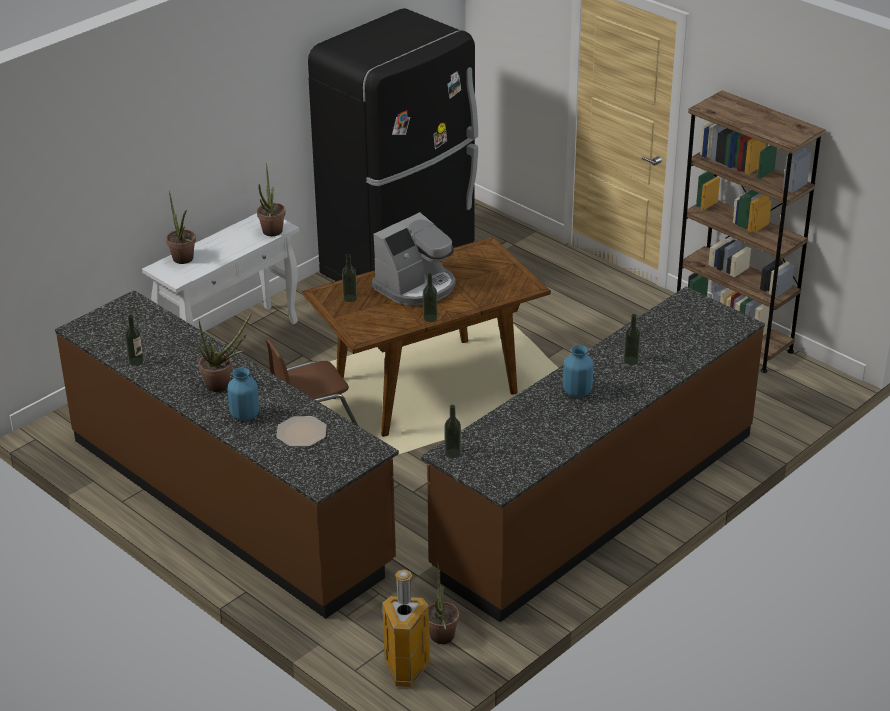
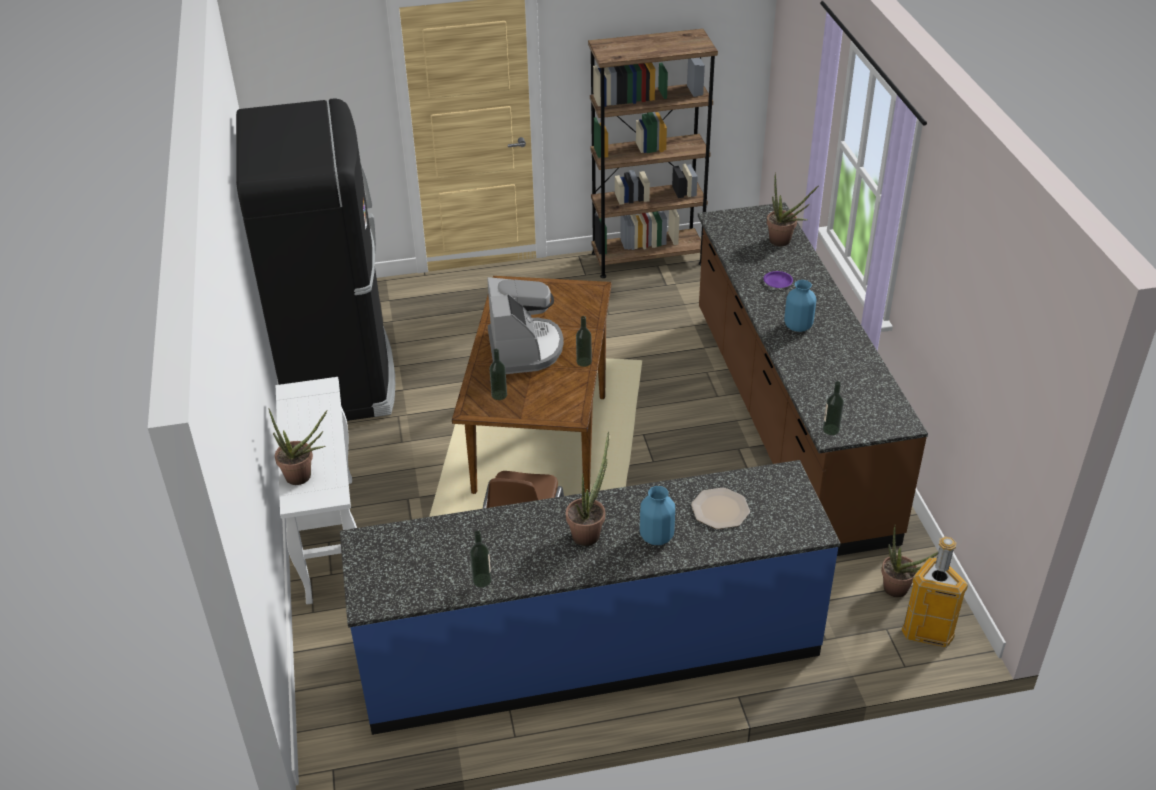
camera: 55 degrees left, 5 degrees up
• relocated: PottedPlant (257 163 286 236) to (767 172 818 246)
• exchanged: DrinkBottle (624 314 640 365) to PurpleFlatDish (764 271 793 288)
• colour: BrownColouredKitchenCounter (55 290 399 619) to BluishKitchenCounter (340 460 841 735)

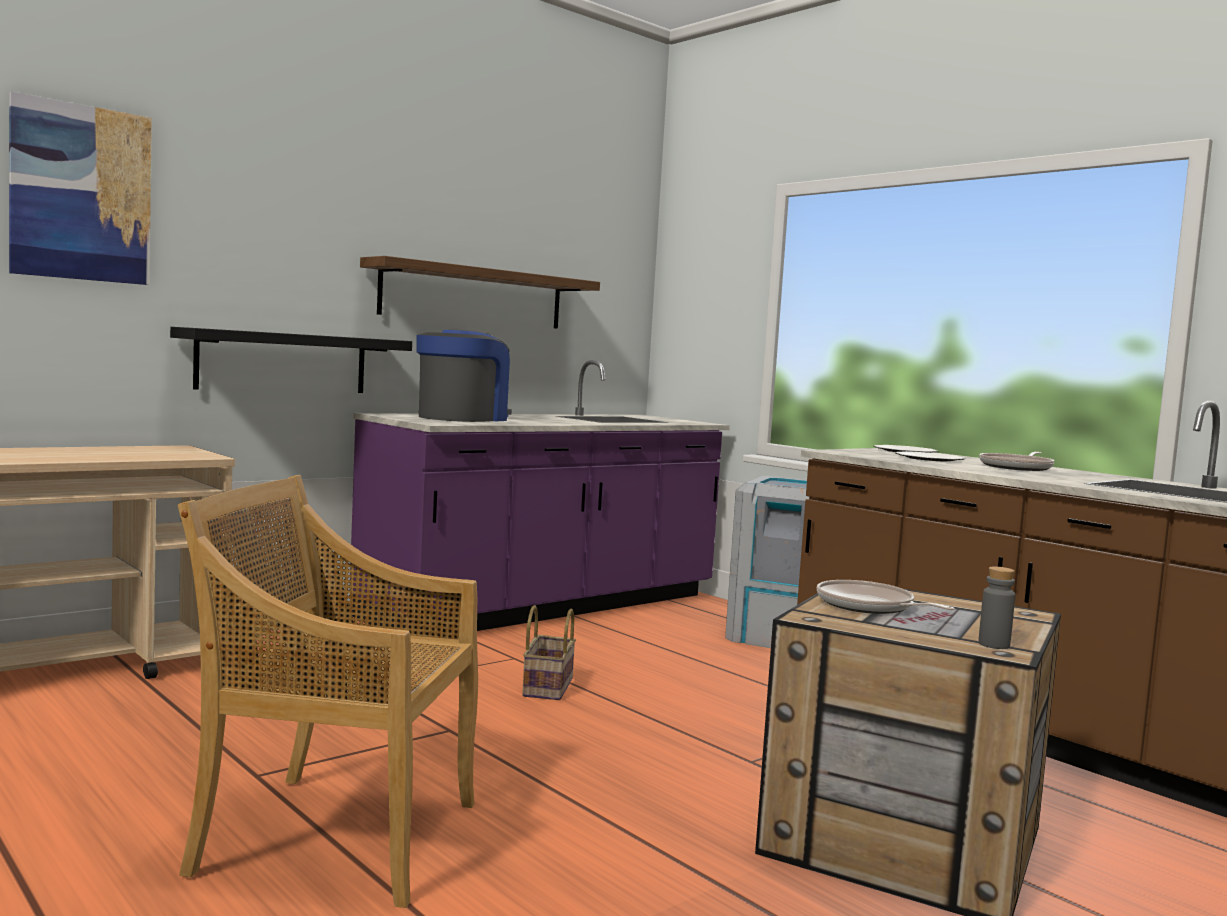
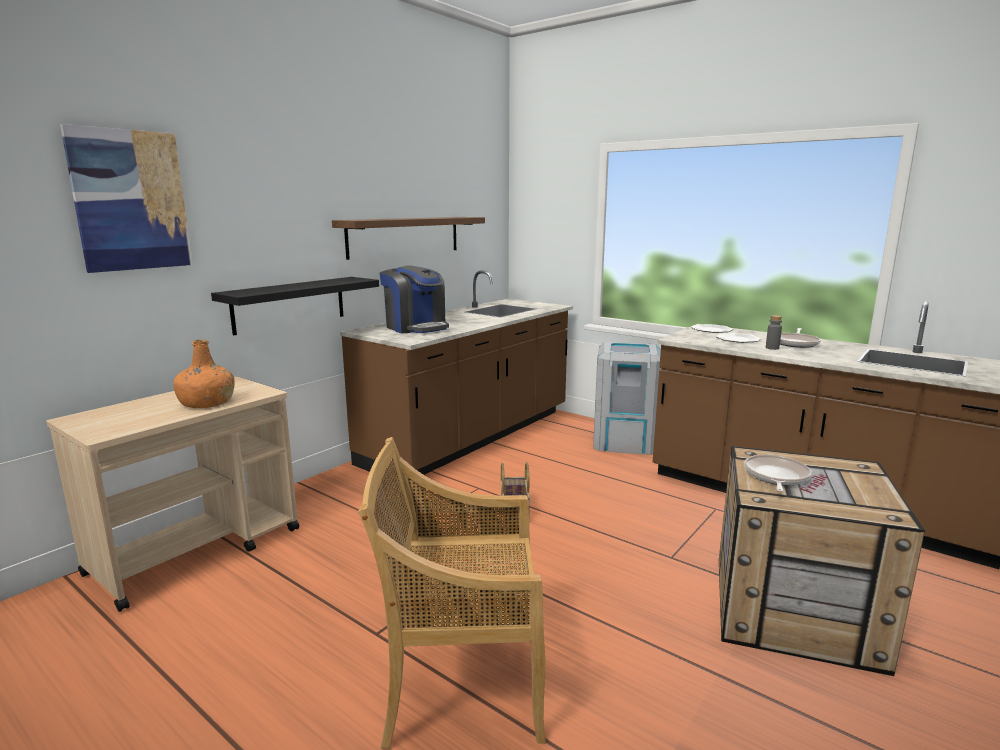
camera: 10 degrees left, 10 degrees up
• appeared: OrangeColouredDrinkBottle (173 340 234 408)
• relocated: GrayDrinkBottle (978 567 1015 649) to (766 315 782 350)
• colour: PurpleKitchenCounter (350 360 730 636) to BrownColouredKitchenCounter (340 270 573 475)
• spun: CoffeeBrewer (416 328 512 422) = (380 265 449 333) 120 degrees clockwise
• spun: Pan (817 580 955 614) = (745 454 812 492) 75 degrees clockwise

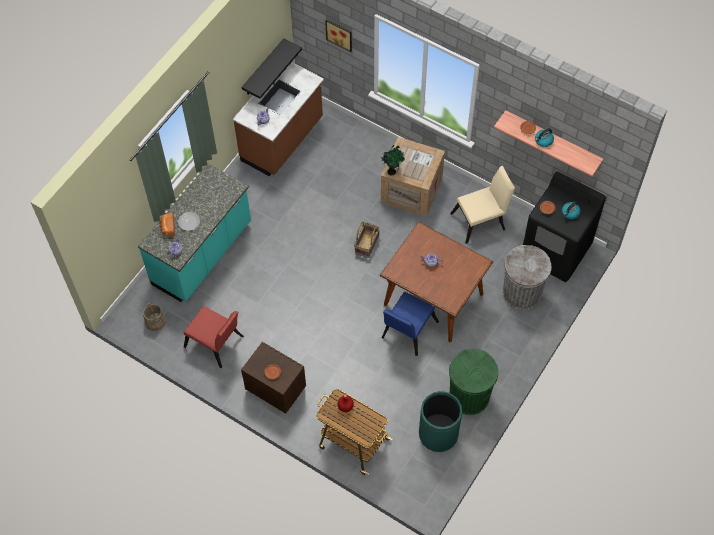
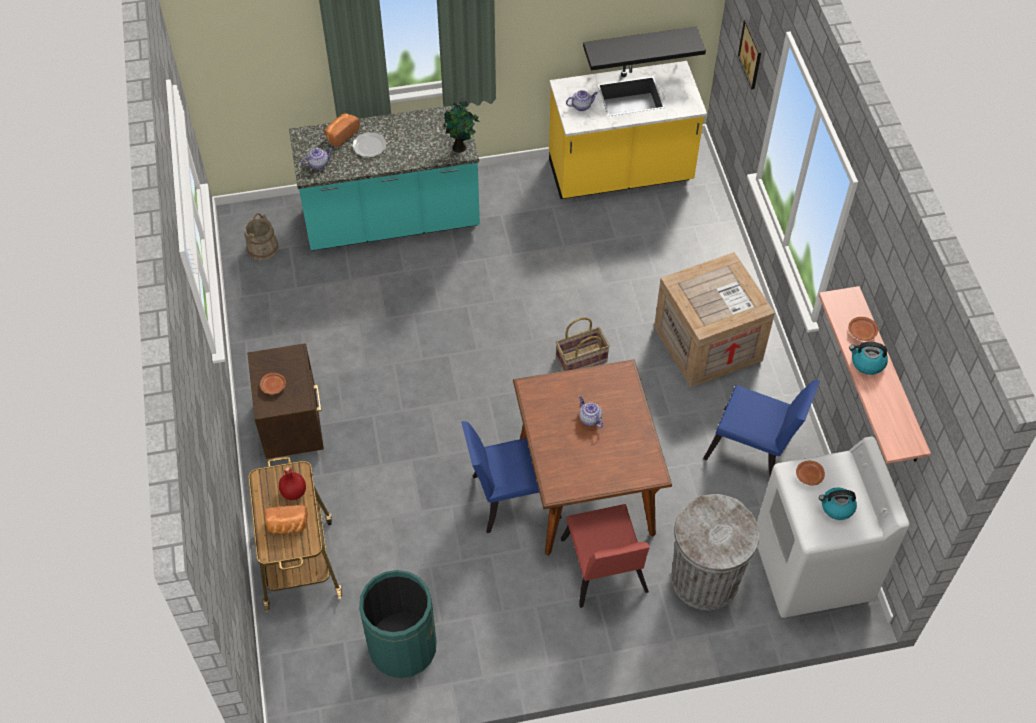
camera: 45 degrees right, 5 degrees down
• missing: GreenRubbishBin (449 349 498 415)
• appeared: BakeryBread (264 505 308 534)
• relocated: RedColouredPlainChair (184 306 244 368) to (561 504 650 608)
• relocated: PottedPlant (381 145 405 175) to (442 99 480 153)
• colour: BrownColouredKitchenCounter (233 62 324 176) to YellowishKitchenCounter (549 61 707 199)
• colour: SandColouredPlainChair (450 166 515 244) to BluishPlainChair (703 380 820 476)
• colour: BlackColouredLaundryAppliance (523 172 606 282) to WhitishLaundryAppliance (757 437 909 618)

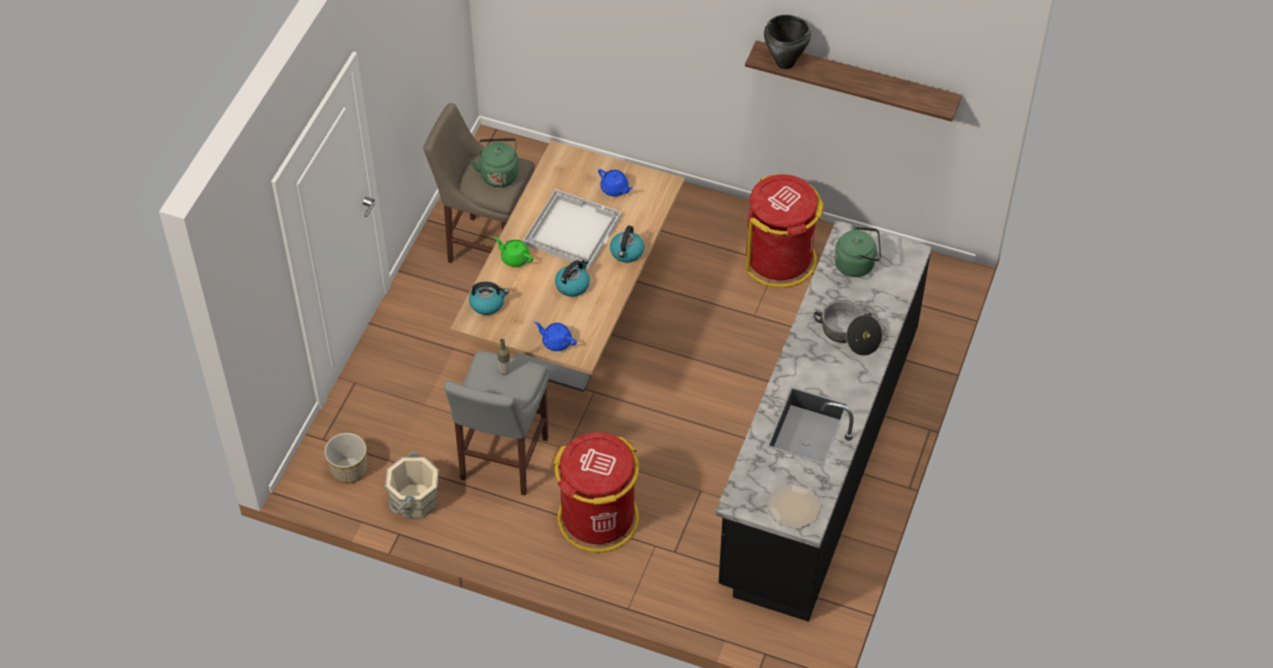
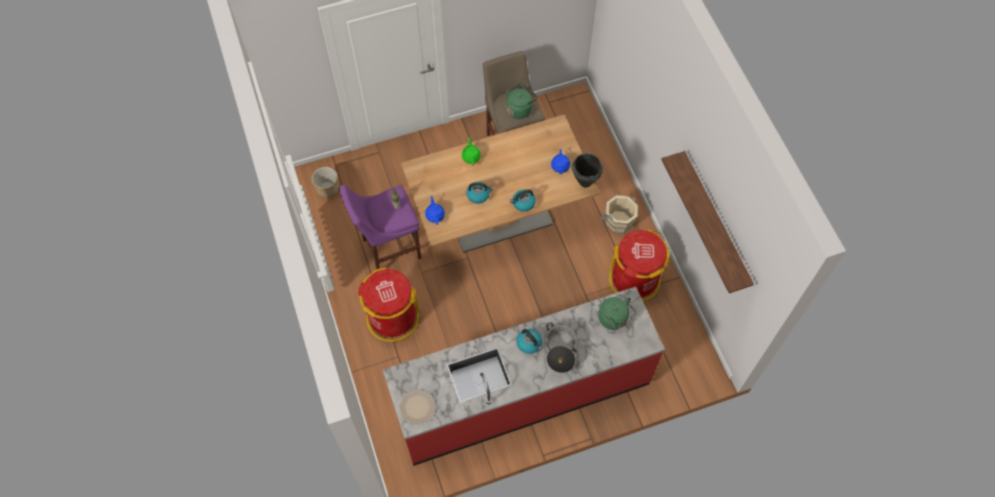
camera: 50 degrees right, 10 degrees up
• missing: WhitishServingTray (523 189 622 268)
• relocated: SandColouredPail (385 452 439 519) to (600 195 638 234)
• relocated: Kettle (469 282 509 315) to (516 329 542 354)
• relocated: BlackColouredSaucepot (764 15 811 69) to (572 153 603 187)
• colour: GrayStoolSeat (444 350 549 496) to PurpleStoolSeat (339 185 421 269)
• colour: BlackColouredKitchenCounter (715 220 932 622) to RedColouredKitchenCounter (383 287 665 466)

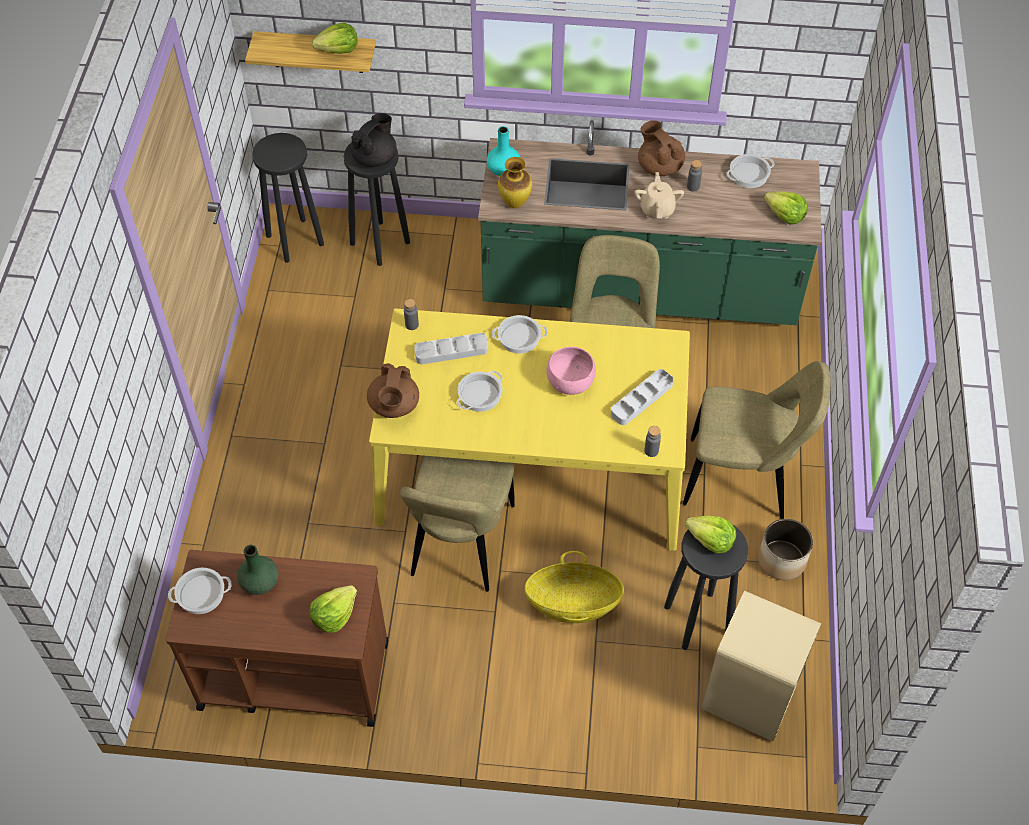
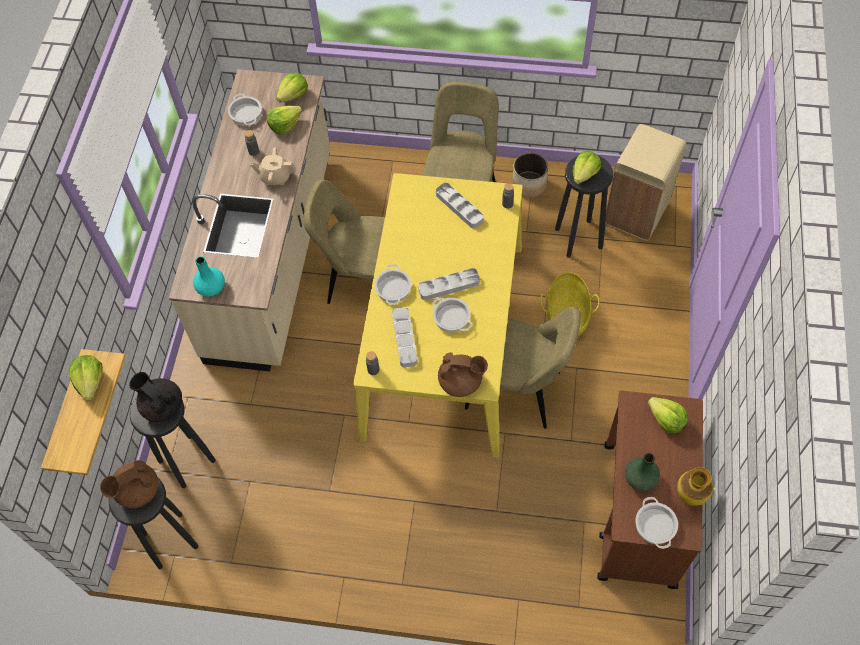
camera: 85 degrees left, 5 degrees up
• missing: PinkColouredServingBowl (546 347 596 395)
• appeared: Lettuce (267 105 302 135)
• appeared: GrayServingTray (418 268 480 300)
• relocated: DecorativeVase (498 157 532 208) to (677 467 713 506)
• relocated: BrownColouredPotForTea (638 120 685 176) to (100 460 158 509)
• colour: GreenKitchenCounter (478 120 822 325) to SandColouredKitchenCounter (169 69 331 371)

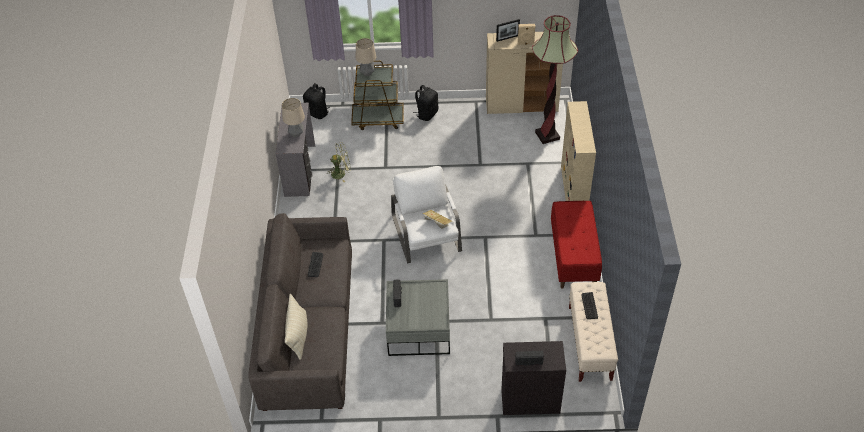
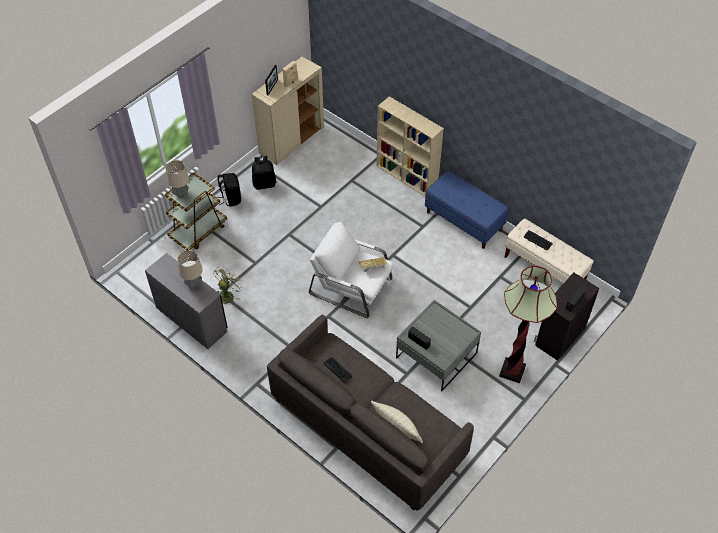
camera: 50 degrees left, 5 degrees up
• relocated: BlackColouredBackpack (303 83 330 119) to (252 156 276 190)
• relocated: FloorLamp (532 15 578 144) to (499 265 558 383)
• colour: RedColouredLongSeat (551 201 602 289) to BluishLongSeat (425 171 509 249)

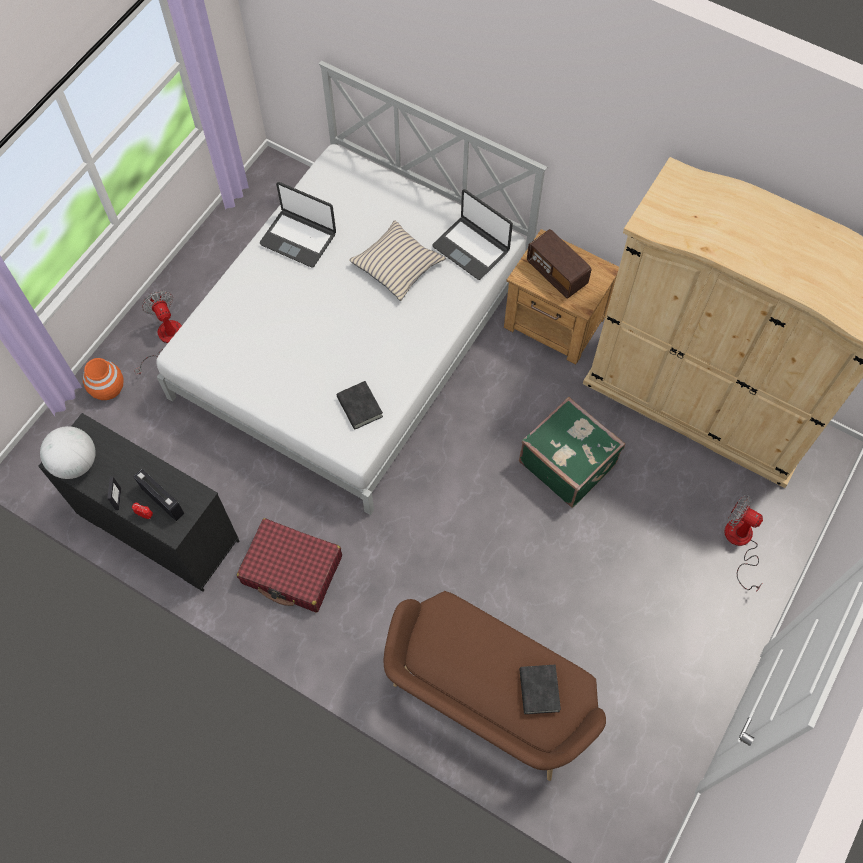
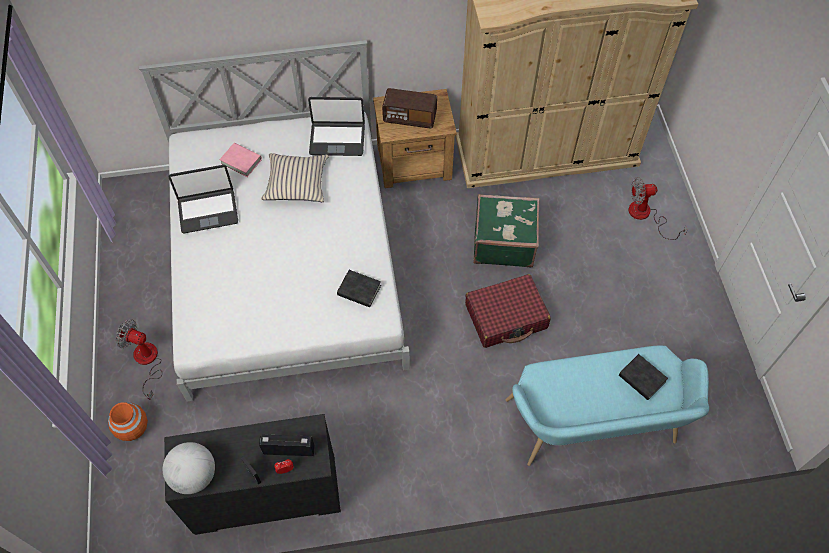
camera: 40 degrees left, 5 degrees down
• appeared: PinkColouredBoundBook (219 143 262 177)
• relocated: RedColouredSuitcase (237 518 342 612) to (465 274 551 348)
• colour: BrownColouredLongSeat (384 591 606 781) to BlueGreenLongSeat (506 345 709 466)

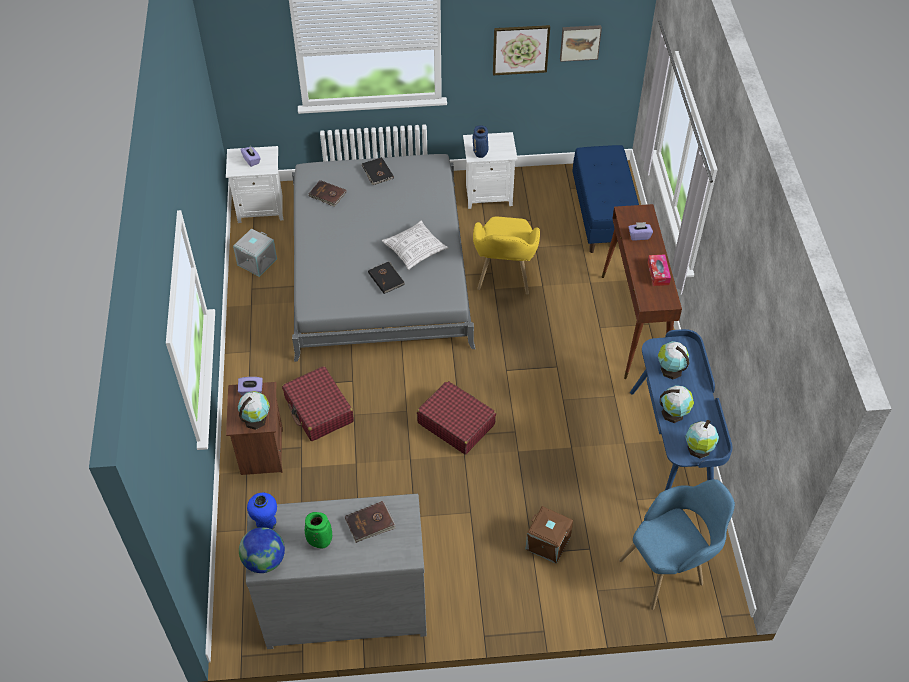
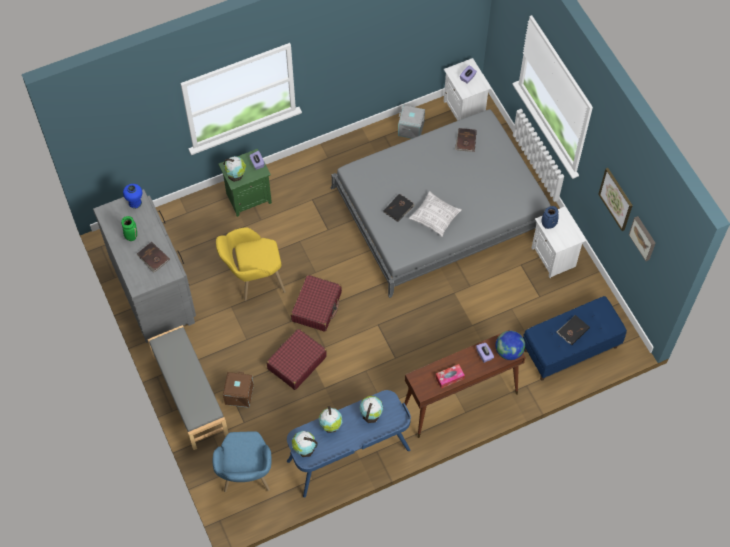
camera: 70 degrees right, 10 degrees up
• appeared: GrayLongSeat (147 325 228 450)
• relocated: WorldGlobe (239 527 285 573) to (496 331 525 360)
• relocated: RedColouredSuitcase (282 366 354 441) to (267 329 327 390)
• relocated: BlackColouredBoundBook (362 157 394 185) to (556 315 590 345)
• relocated: YellowishLoungeChair (473 216 540 295) to (216 227 286 301)
• colour: BrownColouredNightTable (226 382 283 475) to GreenNightTable (218 149 272 217)
• spun: BluishLoungeChair (619 479 735 610) = (213 431 272 492) 45 degrees clockwise

